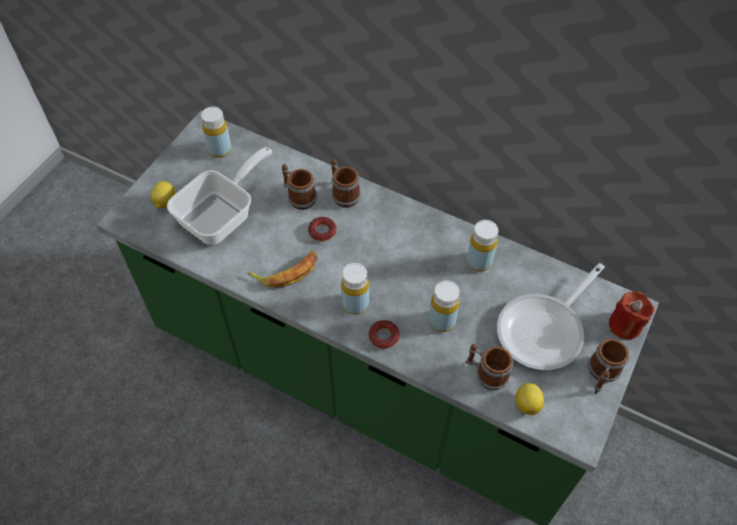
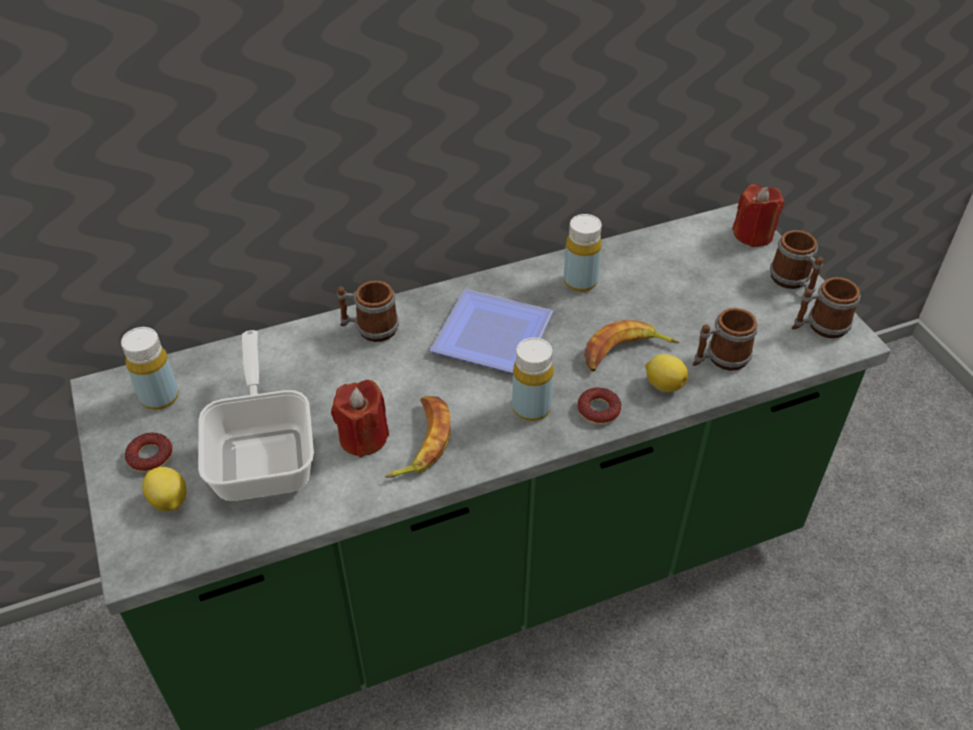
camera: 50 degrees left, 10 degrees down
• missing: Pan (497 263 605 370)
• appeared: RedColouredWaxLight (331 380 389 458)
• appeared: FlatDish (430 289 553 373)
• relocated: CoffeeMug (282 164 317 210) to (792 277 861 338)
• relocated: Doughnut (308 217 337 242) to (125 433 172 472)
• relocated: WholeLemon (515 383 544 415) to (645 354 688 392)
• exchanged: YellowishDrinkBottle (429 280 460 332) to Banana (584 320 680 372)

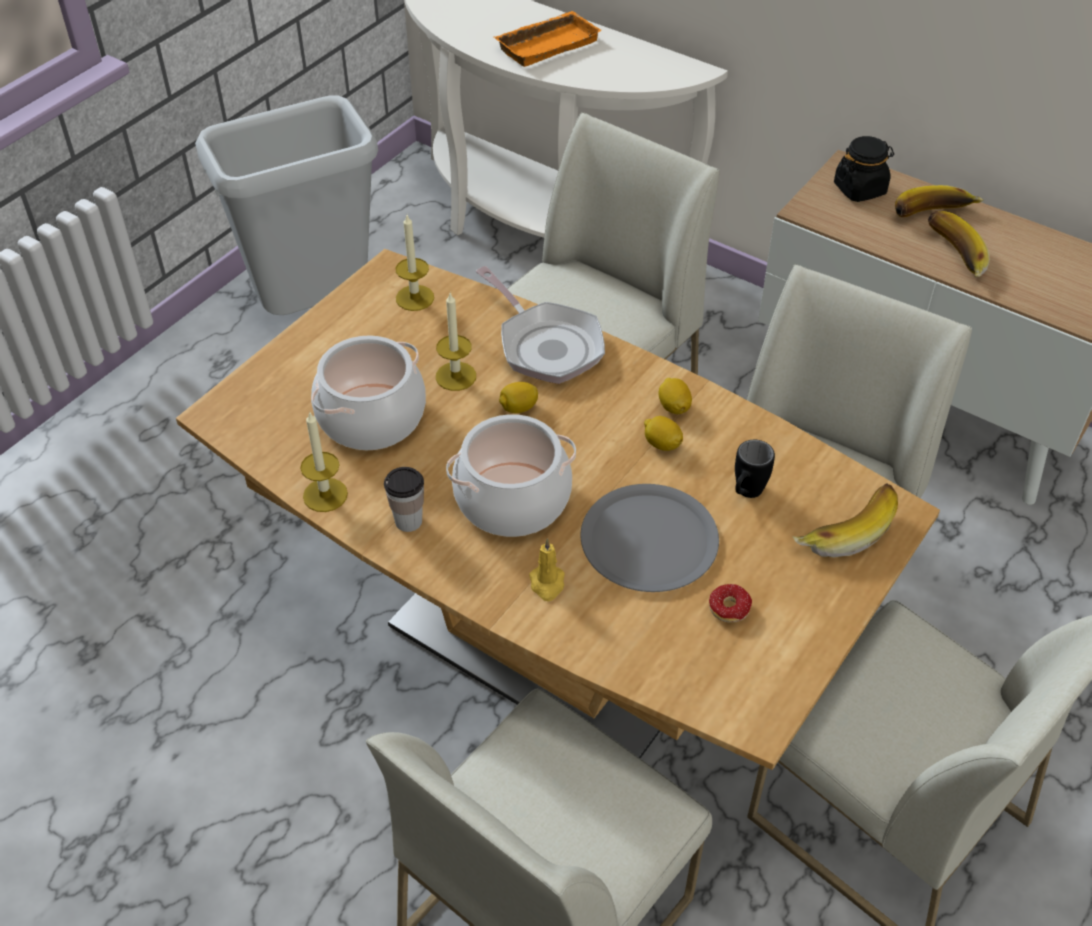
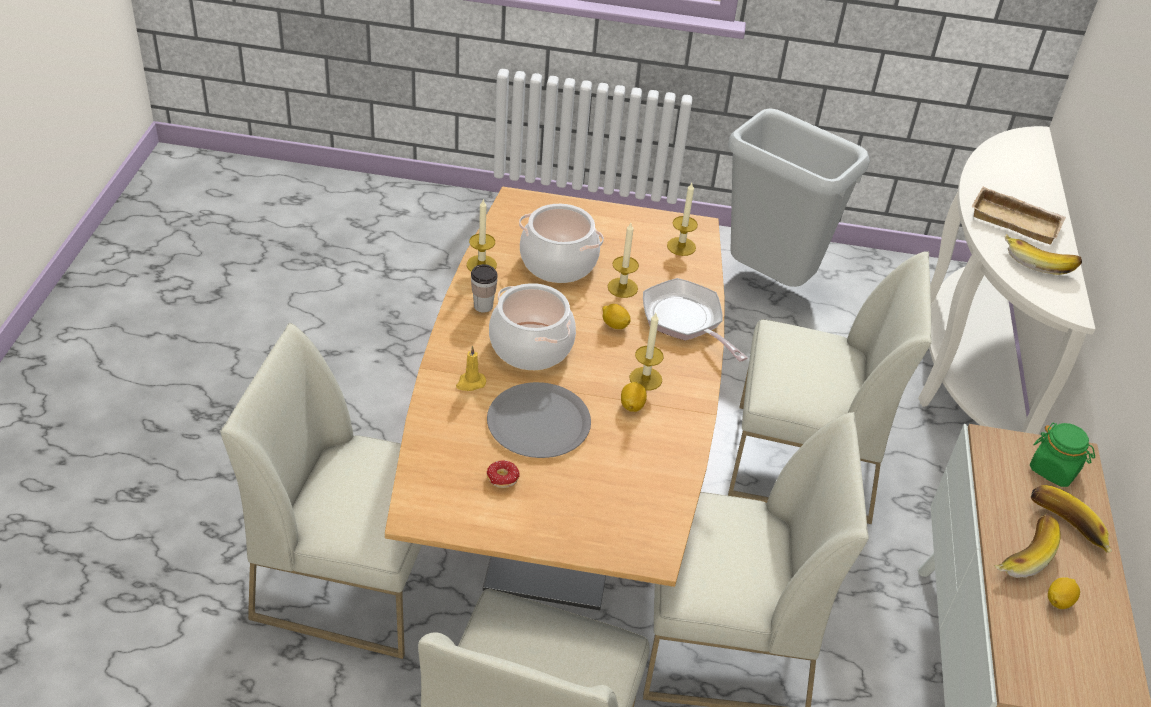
camera: 60 degrees right, 5 degrees down
• missing: BlackColouredCoffeeMug (735 440 775 498)
• appeared: WaxLight (629 313 664 391)
• relocated: WholeLemon (659 378 692 414) to (1048 577 1080 609)
• relocated: Banana (792 483 898 558) to (1004 234 1082 275)
• colour: OrangeColouredServingTray (494 11 602 67) to SandColouredServingTray (972 187 1066 244)
• colour: BlackColouredPreserveJar (834 136 894 202) to GreenPreserveJar (1030 422 1095 487)
• spun: Pan (476 266 605 384) = (643 278 748 362) 120 degrees clockwise

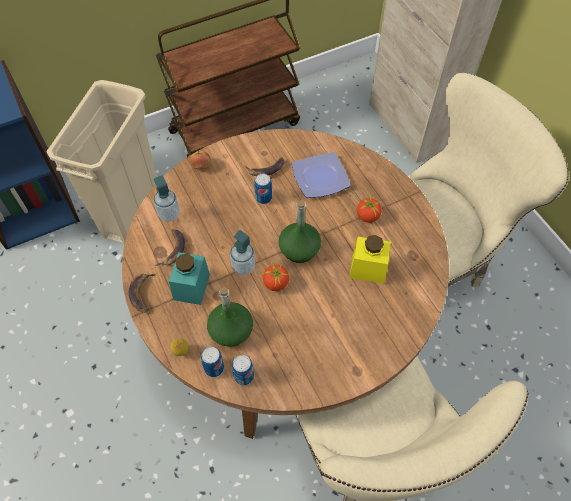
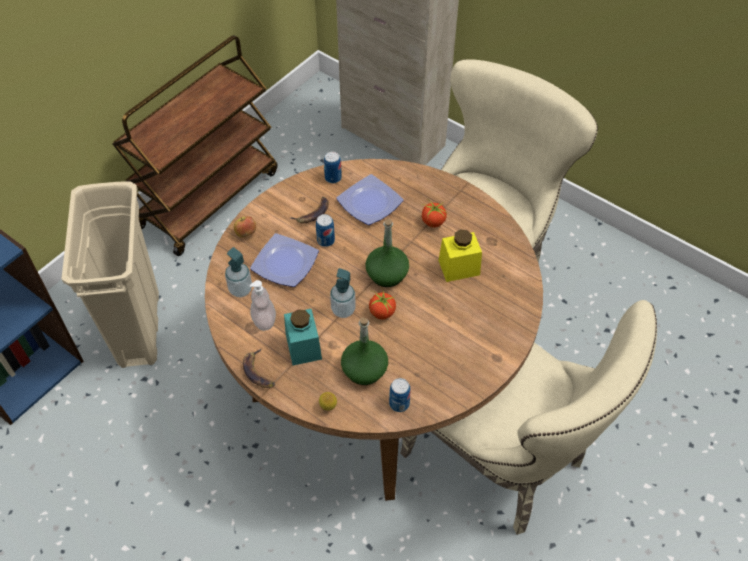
camera: 25 degrees left, 5 degrees down
• appeared: FlatDish (250 233 319 287)
• relocated: MetalCan (201 347 224 377) to (324 152 342 183)
• exchanged: Banana (156 229 185 266) to LiquidSoapBottle (250 280 276 331)

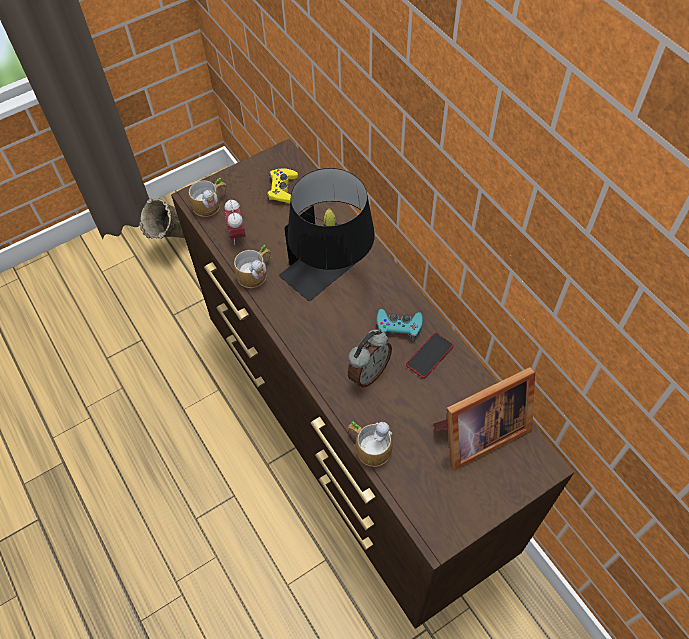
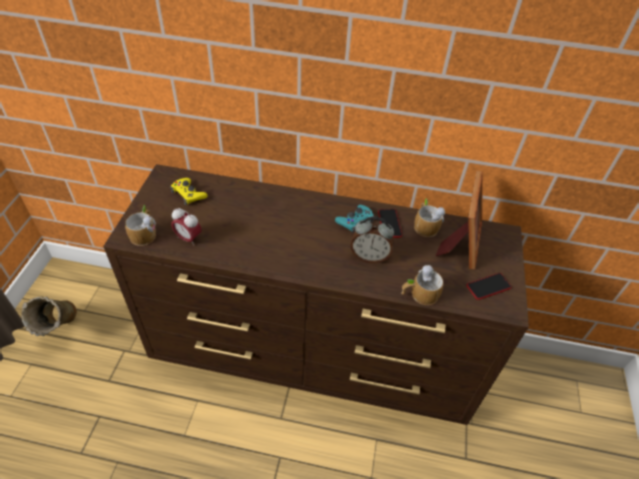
camera: 50 degrees left, 10 degrees down
• missing: BlackColouredLampForATable (279 168 375 301)
• appeared: Phone (467 273 511 300)
• relocated: CoffeeMug (234 245 271 288) to (414 198 445 237)
• spun: BedsideClock (348 330 392 387) = (351 216 394 263) 105 degrees clockwise

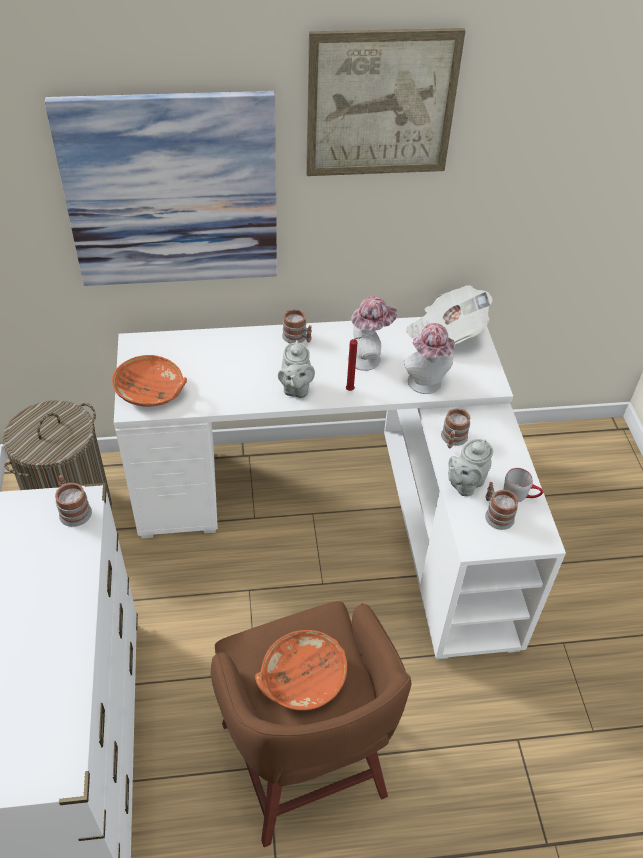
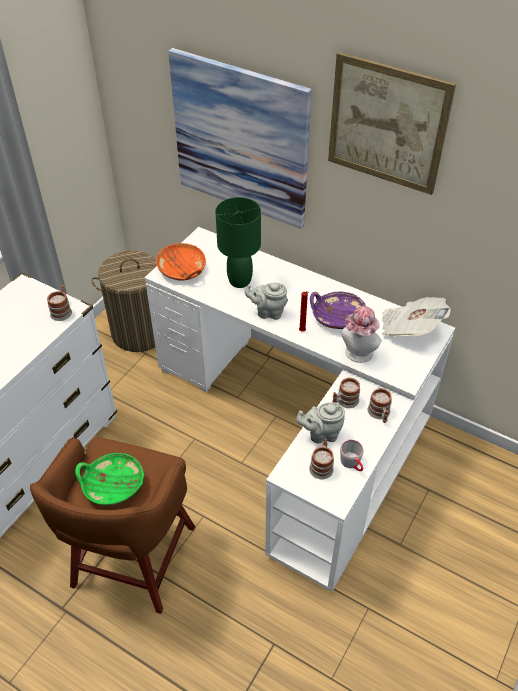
camera: 40 degrees right, 0 degrees up
• appeared: GreenLampForATable (216 197 261 288)
• relocated: CoffeeMug (282 309 312 344) to (368 388 392 423)
• exchanged: ClothingHat (348 296 398 371) to PurpleServingBowl (310 292 366 329)
• colour: OrangeColouredServingBowl (255 630 347 711) to GreenServingBowl (75 453 145 506)
• spun: GrayPotForTea (278 340 315 398) = (245 282 288 320) 60 degrees clockwise

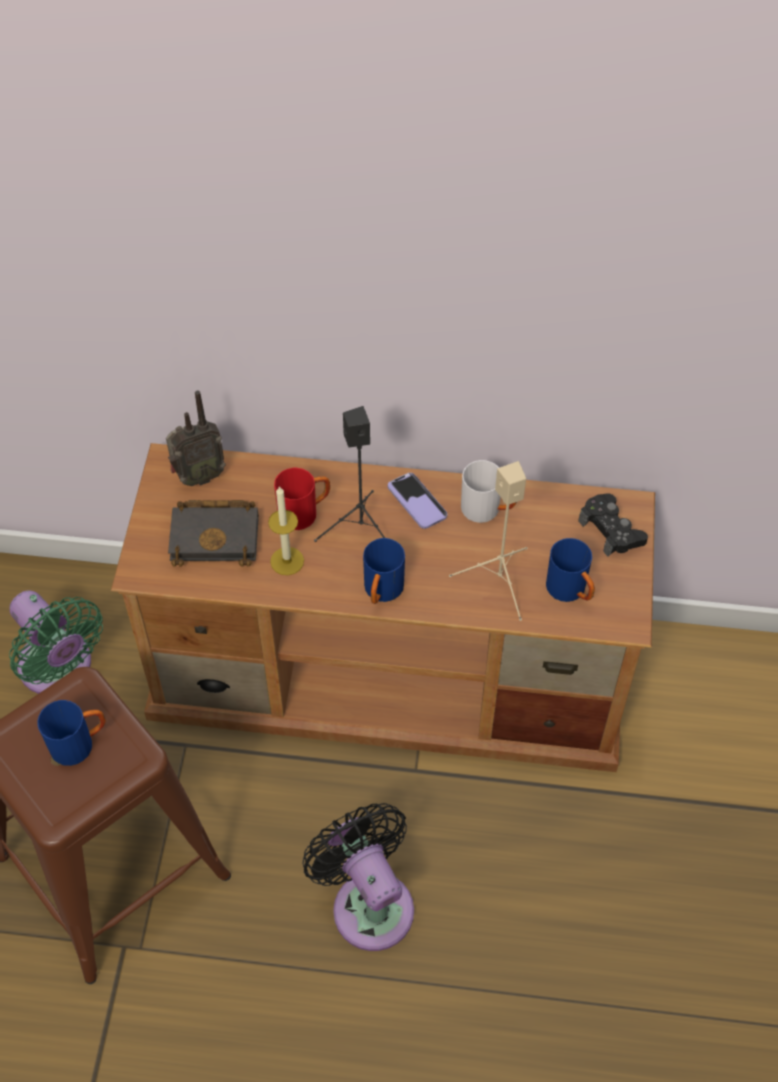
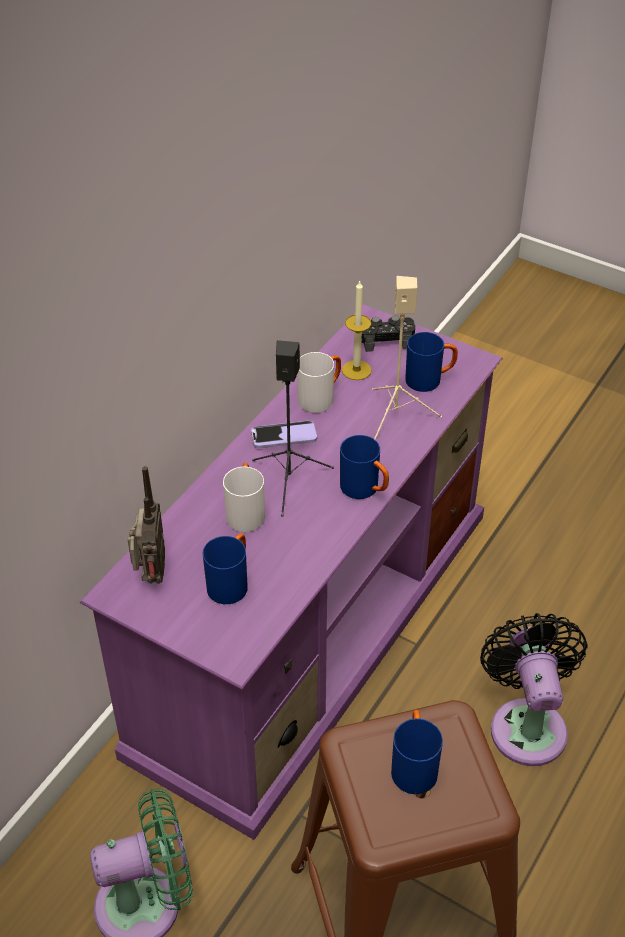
camera: 65 degrees left, 10 degrees down
• relocated: WaxLight (268 486 304 575) to (342 280 372 380)
• exchanged: BlackColouredBoundBook (168 500 259 566) to BluishCoffeeMug (203 533 247 604)
• colour: BrownColouredTvStand (111 443 655 772) to PurpleTvStand (80 304 503 840)
• colour: RedColouredCoffeeMug (274 468 330 530) to WhitishCoffeeMug (223 463 265 532)
• spun: BlackColouredFan (303 803 414 951) = (480 613 587 766) 90 degrees clockwise

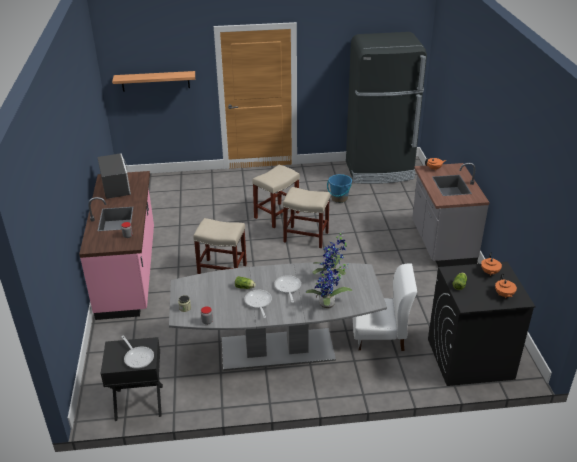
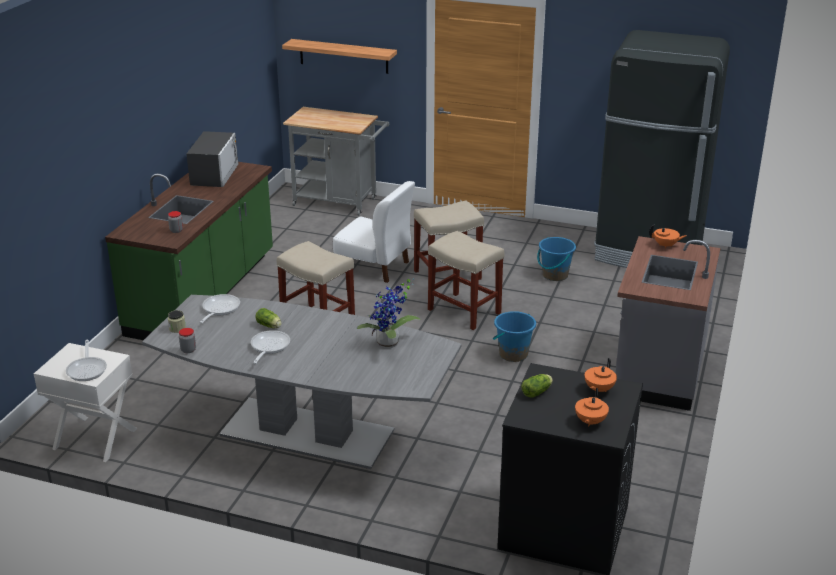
camera: 25 degrees right, 5 degrees down
• missing: PottedPlant (306 264 352 309)
• appeared: GrayCart (283 107 389 216)
• appeared: BluishPail (493 311 536 362)
• relocated: Pan (274 275 301 303) to (200 294 240 323)
• relocated: WhitishPlainChair (352 263 417 351) to (333 181 415 283)
• colour: PinkColouredKitchenCounter (79 171 154 320) to GreenKitchenCounter (105 162 273 340)
• colour: BlackColouredNightTable (101 337 163 421) to WhitishNightTable (34 343 137 462)

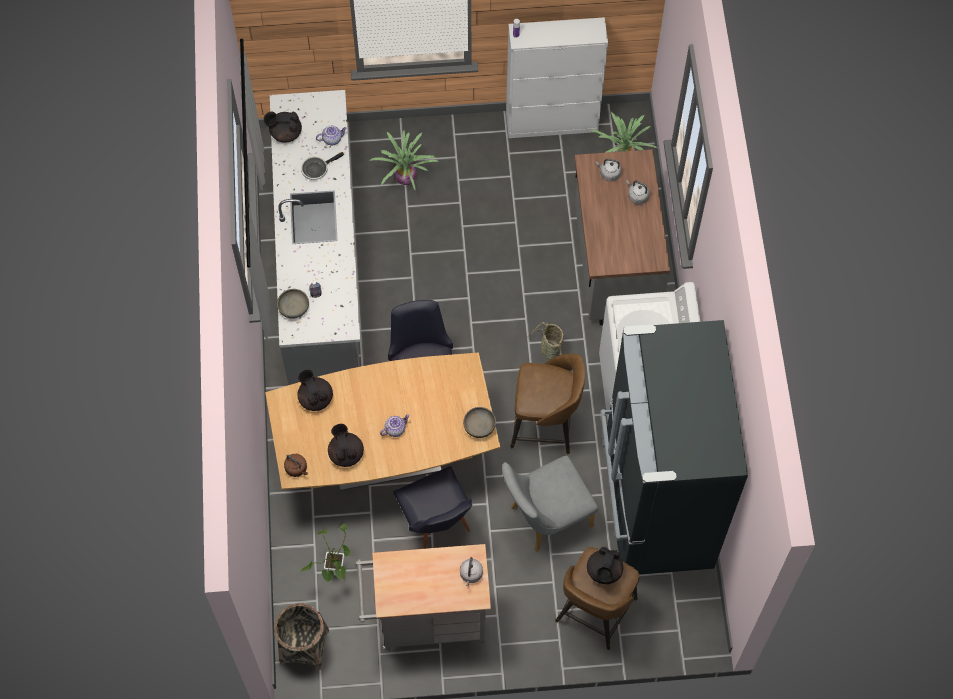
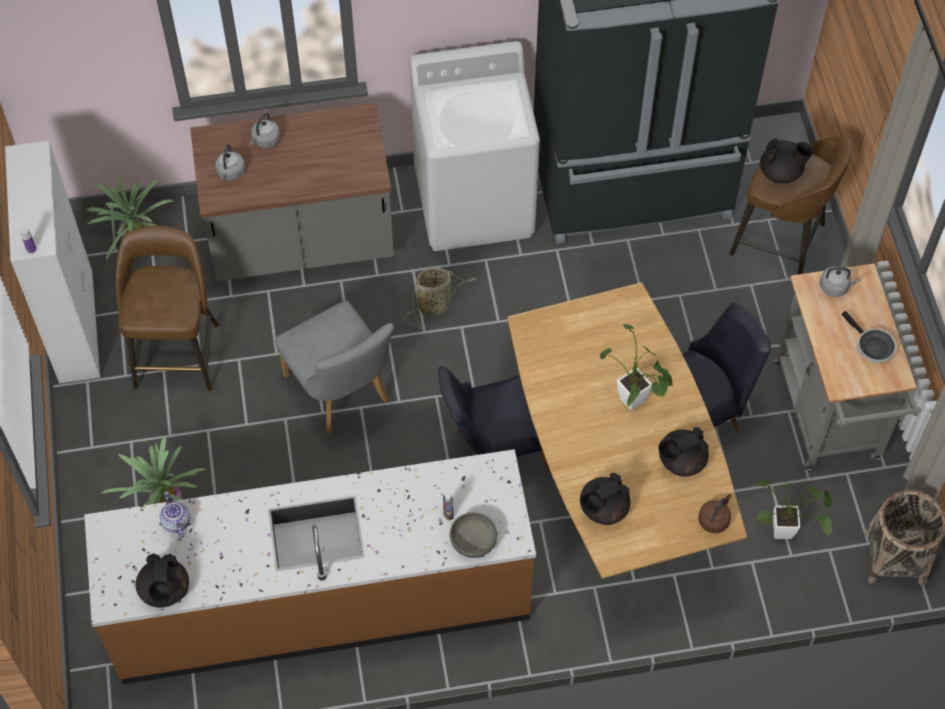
camera: 95 degrees left, 5 degrees down
• missing: GrayServingBowl (463 407 496 438)
• relocated: Pan (301 152 344 180) to (842 311 897 363)
• relocated: GrayPlainChair (502 456 598 552) to (275 301 394 434)
• relocated: BrownColouredStoolSeat (510 354 585 454) to (116 225 219 391)
• exchanged: PotForTea (380 414 410 437) to PottedPlant (600 324 673 410)
• colour: GrayKitchenCounter (270 90 360 385) to BrownColouredKitchenCounter (84 449 536 684)

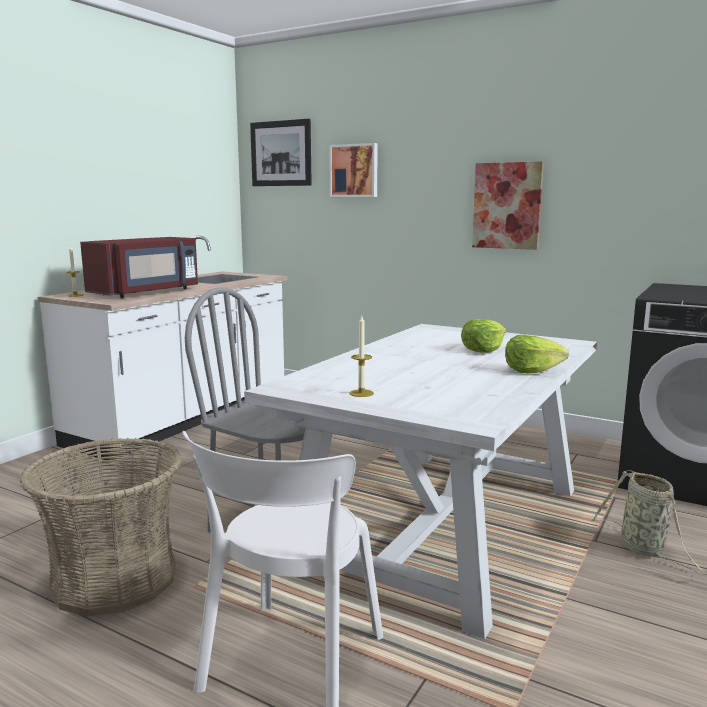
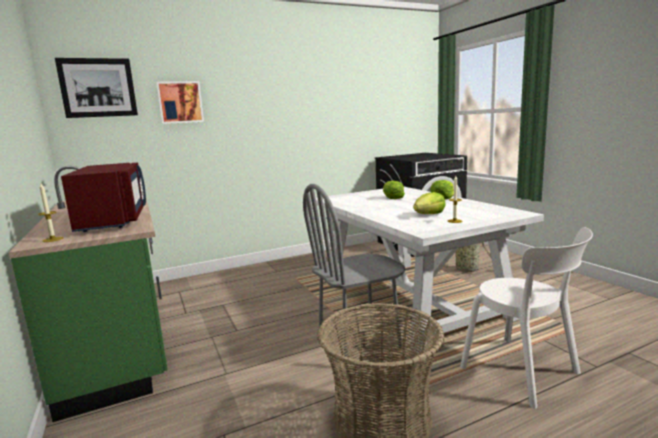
camera: 55 degrees left, 0 degrees up
• missing: WallPicture (472 161 544 250)
• appeared: Lettuce (413 192 446 214)
• colour: WhitishKitchenCounter (38 236 287 460) to GreenKitchenCounter (9 166 168 422)

